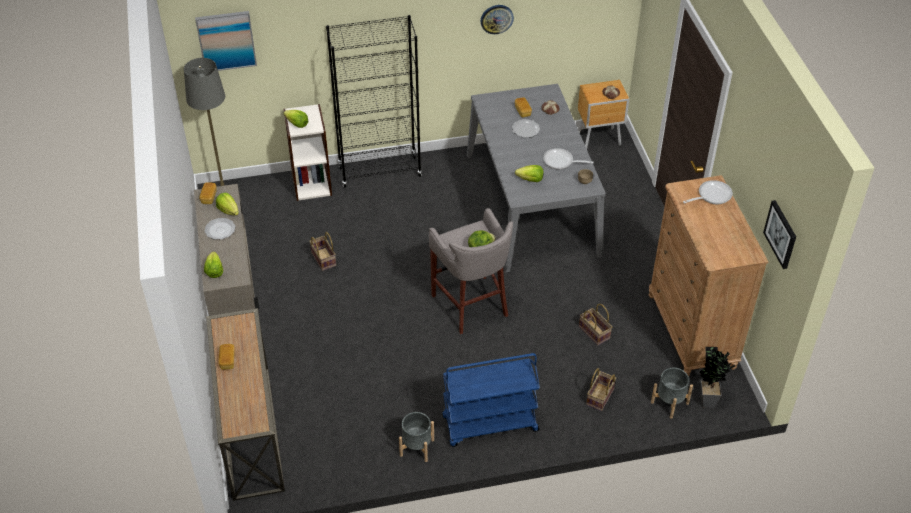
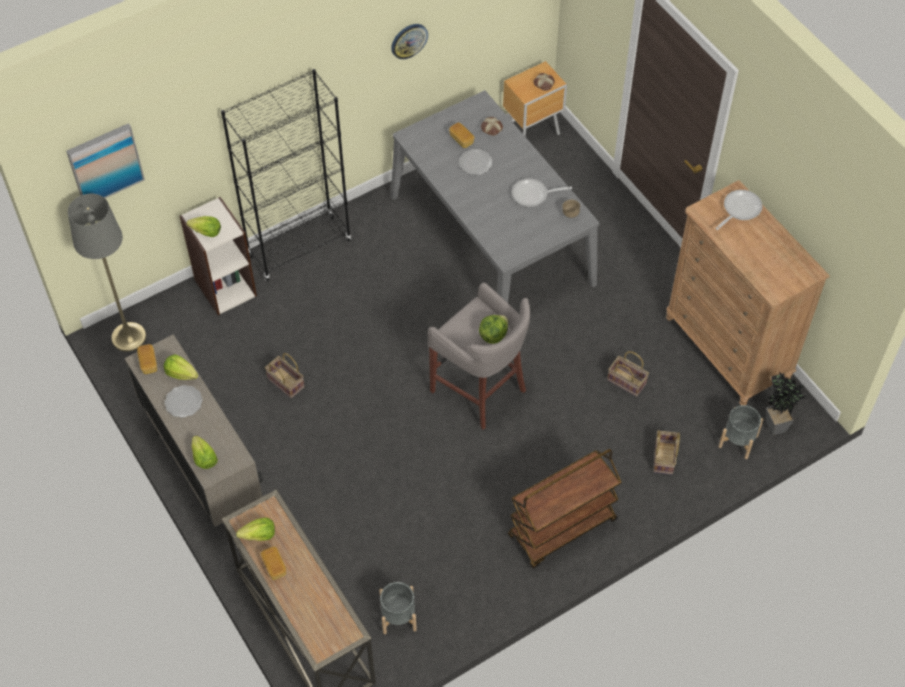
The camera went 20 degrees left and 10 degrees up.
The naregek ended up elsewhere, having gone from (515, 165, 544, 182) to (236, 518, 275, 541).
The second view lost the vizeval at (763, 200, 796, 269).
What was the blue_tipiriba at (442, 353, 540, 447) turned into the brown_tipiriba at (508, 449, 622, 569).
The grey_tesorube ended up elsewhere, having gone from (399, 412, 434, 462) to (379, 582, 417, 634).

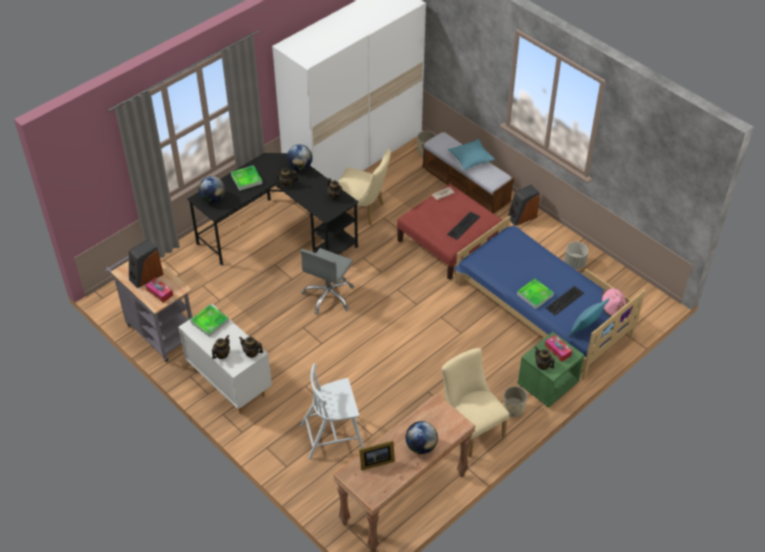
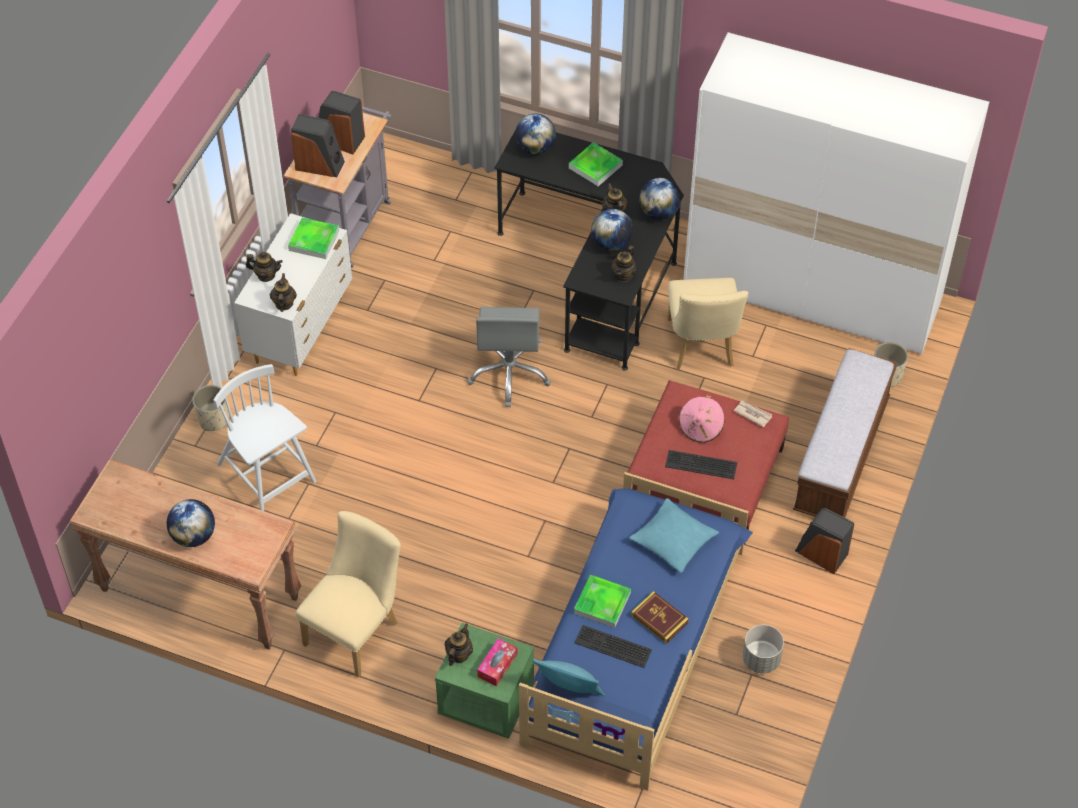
The camera went 65 degrees right and 5 degrees up.
The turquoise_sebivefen ended up elsewhere, having gone from (448, 139, 495, 170) to (629, 498, 719, 573).
The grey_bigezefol at (300, 248, 354, 315) ended up facing another way, 90 degrees counterclockwise from before.
Where the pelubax stood at (145, 277, 173, 303), the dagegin came to stand at (291, 114, 345, 177).
The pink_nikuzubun ended up elsewhere, having gone from (602, 288, 627, 317) to (679, 395, 725, 443).
The beige_tesorube ended up elsewhere, having gone from (503, 386, 527, 417) to (192, 385, 229, 431).
The second view lost the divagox at (359, 441, 395, 471).
The second view gained the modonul at (591, 209, 633, 251).
The second view gained the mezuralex at (631, 591, 689, 644).

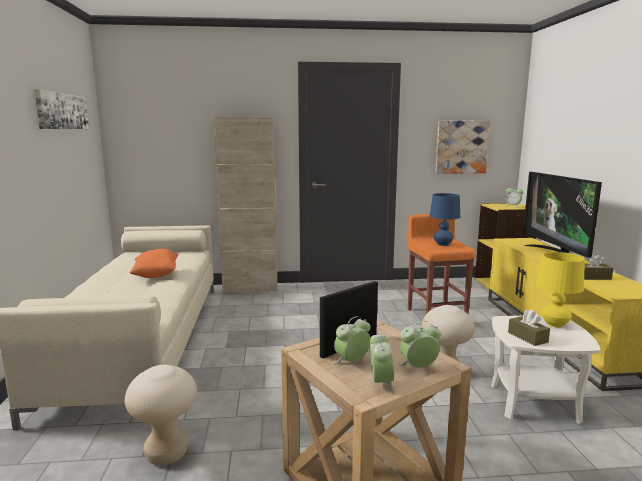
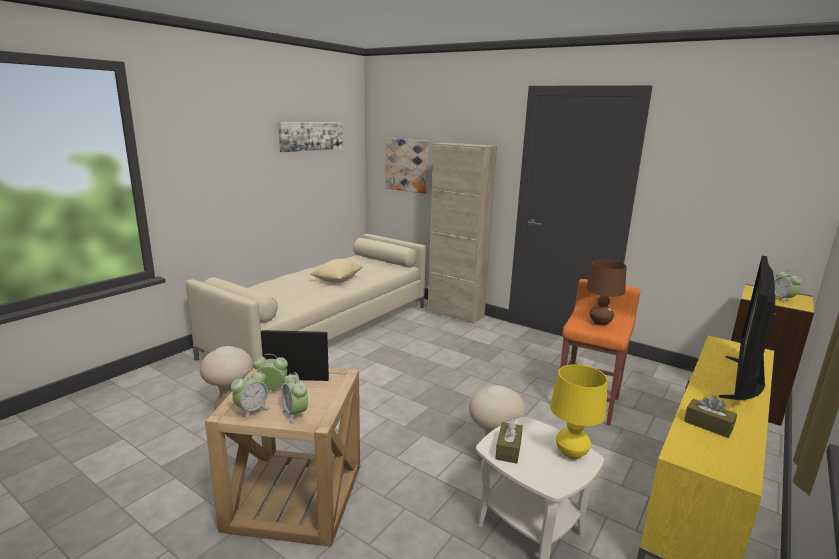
The camera went 40 degrees right and 5 degrees up.
The vizeval ended up elsewhere, having gone from (435, 121, 490, 174) to (385, 138, 429, 194).
What was the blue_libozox at (430, 193, 460, 246) turned into the brown_libozox at (586, 260, 627, 326).
What was the orange_sebivefen at (129, 249, 178, 278) turned into the beige_sebivefen at (311, 259, 362, 283).
The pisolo at (399, 321, 441, 368) ended up facing another way, 150 degrees counterclockwise from before.

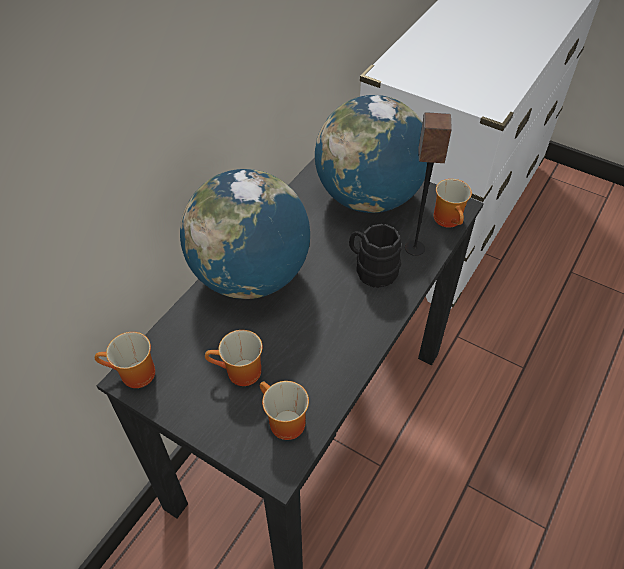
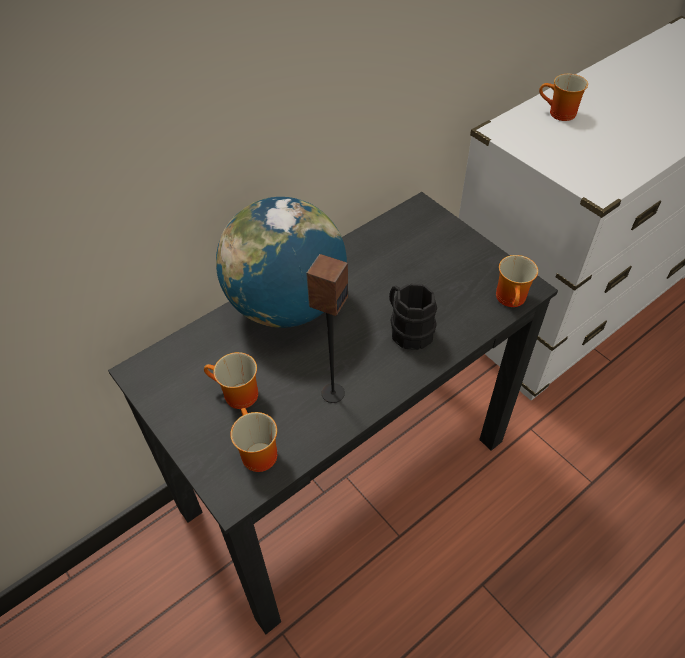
The camera went 20 degrees right and 0 degrees up.
The second view lost the modonul at (315, 95, 427, 213).
The dagegin ended up elsewhere, having gone from (405, 112, 452, 256) to (306, 254, 348, 403).
The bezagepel ended up elsewhere, having gone from (95, 332, 155, 388) to (539, 74, 588, 121).

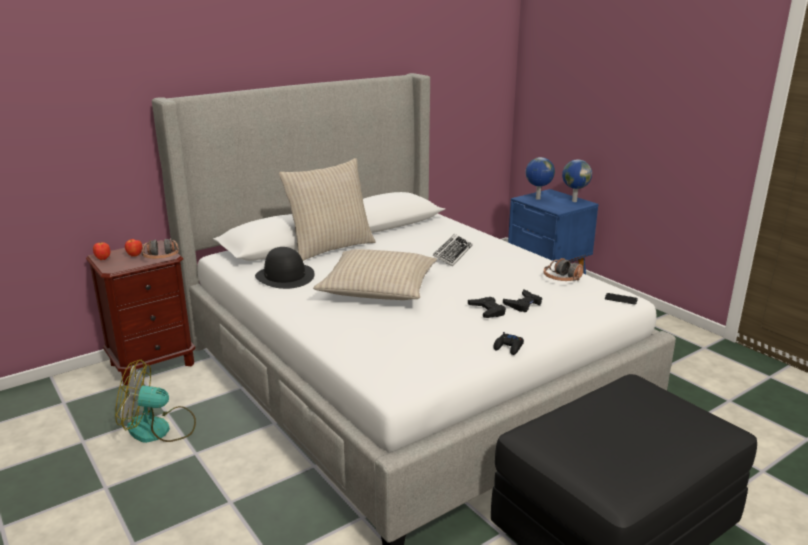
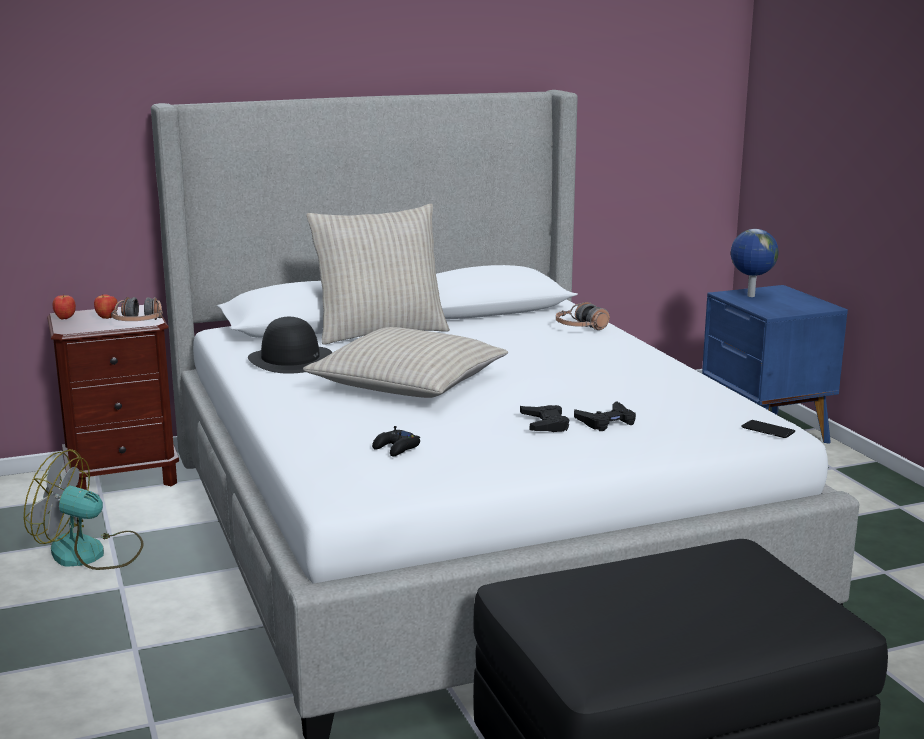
The camera went 15 degrees right and 5 degrees down.
The second view lost the modonul at (562, 159, 592, 202).
The second view lost the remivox at (433, 234, 473, 267).
The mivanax ended up elsewhere, having gone from (544, 258, 583, 281) to (556, 302, 610, 330).
The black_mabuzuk ended up elsewhere, having gone from (493, 332, 524, 355) to (372, 426, 420, 457).

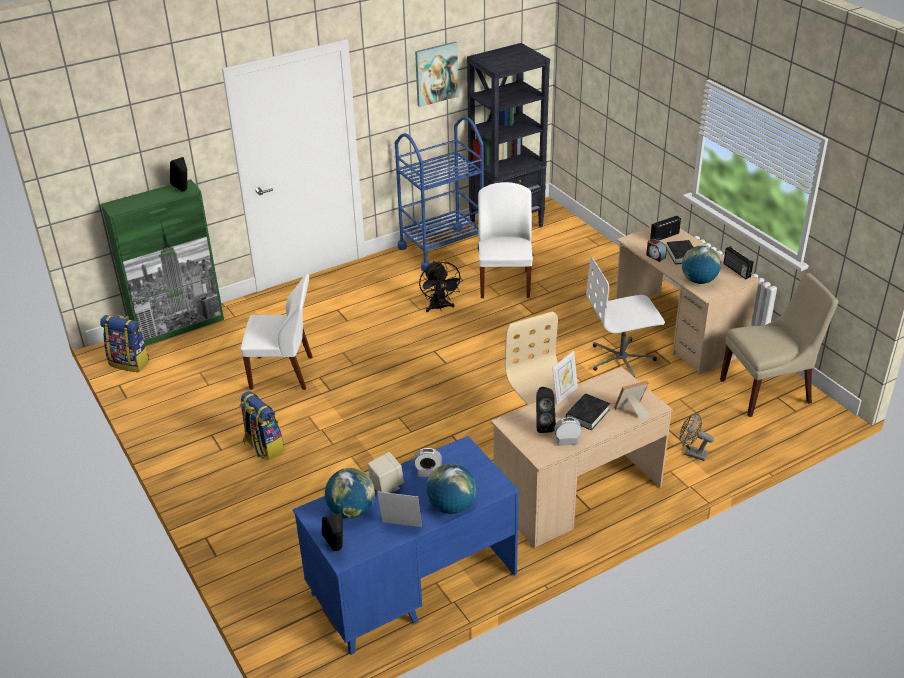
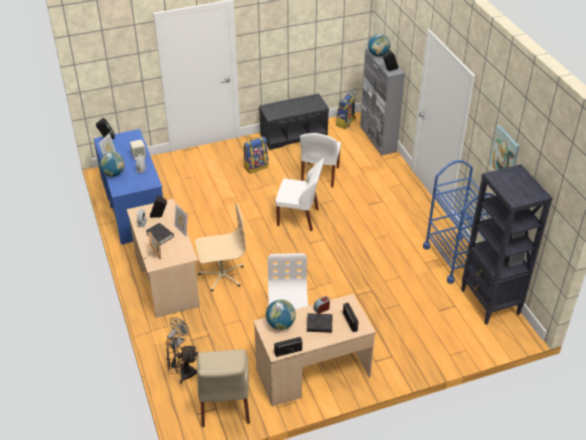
The camera went 100 degrees right and 5 degrees up.
What was the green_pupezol at (101, 179, 224, 346) turned into the grey_pupezol at (360, 48, 405, 155).
The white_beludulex ended up elsewhere, having gone from (478, 182, 533, 298) to (275, 159, 324, 231).
The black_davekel ended up elsewhere, having gone from (419, 261, 463, 312) to (166, 337, 198, 384).
The modonul ended up elsewhere, having gone from (325, 468, 375, 519) to (368, 34, 390, 57).
The second view gained the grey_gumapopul at (259, 94, 329, 150).

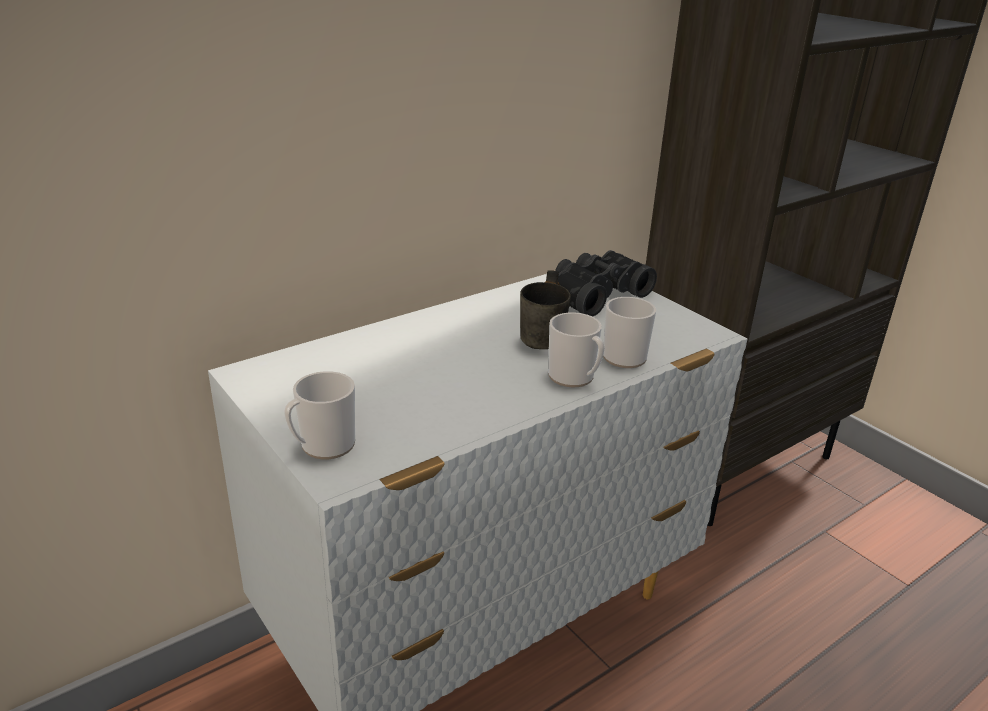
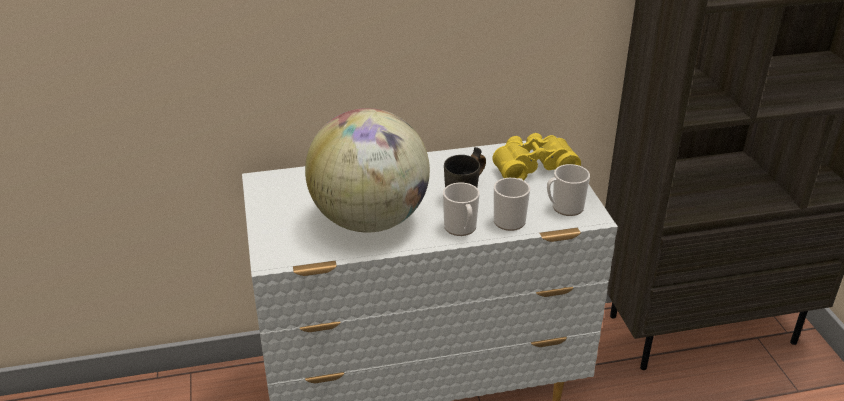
The camera went 25 degrees right and 5 degrees up.
What was the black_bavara at (556, 250, 657, 317) turned into the yellow_bavara at (492, 133, 581, 180).
The bezagepel ended up elsewhere, having gone from (284, 371, 355, 459) to (547, 164, 590, 216).
The second view gained the modonul at (305, 108, 430, 233).

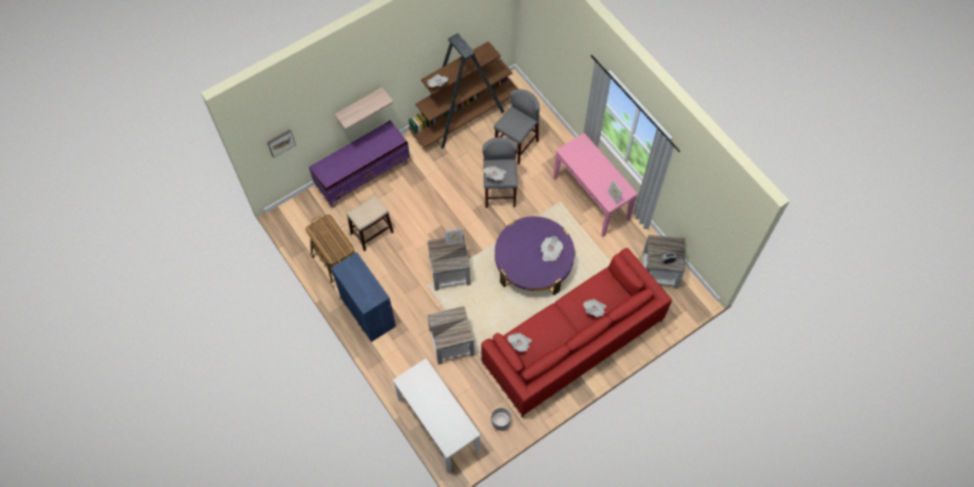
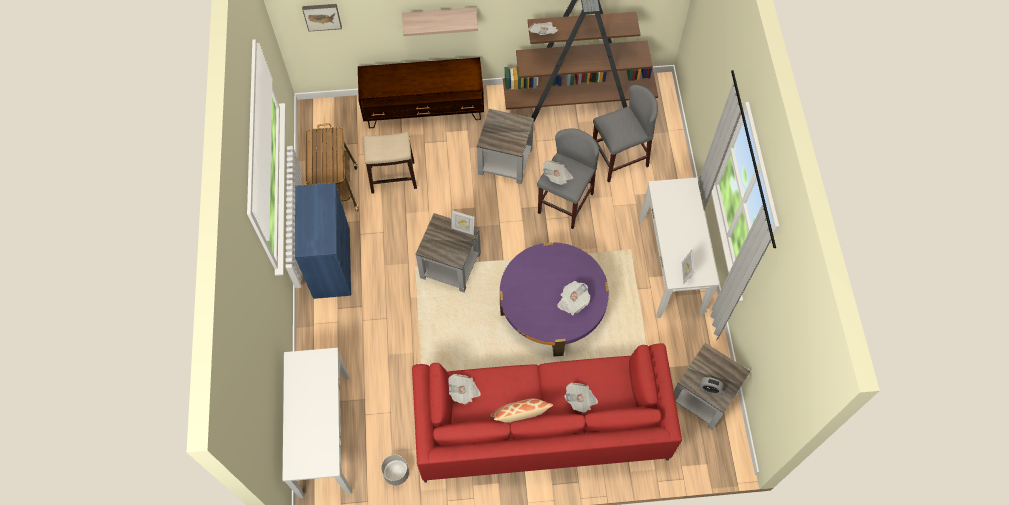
The camera went 30 degrees right and 0 degrees up.
What was the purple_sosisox at (309, 120, 410, 207) turned into the brown_sosisox at (358, 57, 484, 128).
What was the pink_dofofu at (553, 133, 638, 237) turned into the white_dofofu at (640, 177, 719, 318).
The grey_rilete ended up elsewhere, having gone from (427, 306, 474, 365) to (477, 109, 534, 184).
The second view gained the sebivefen at (490, 399, 553, 423).

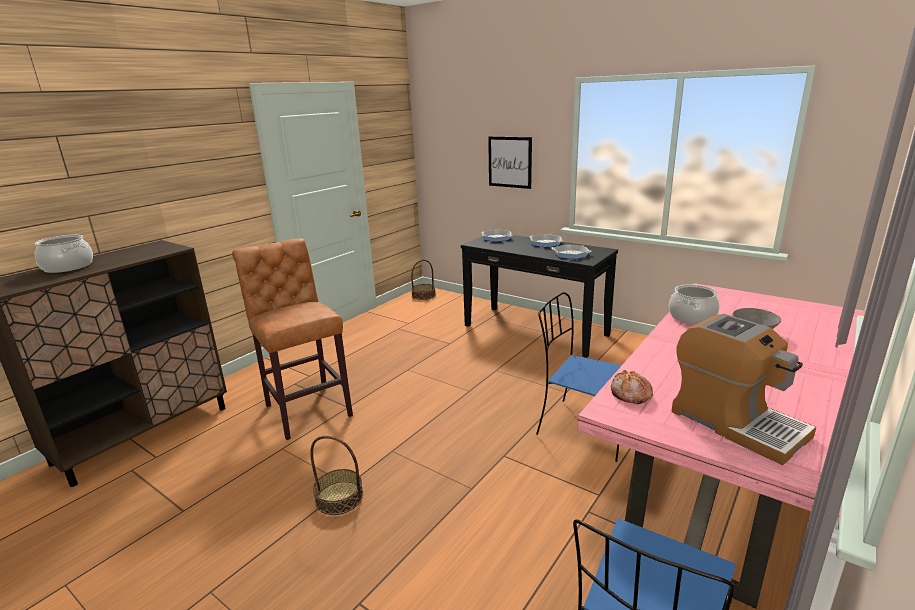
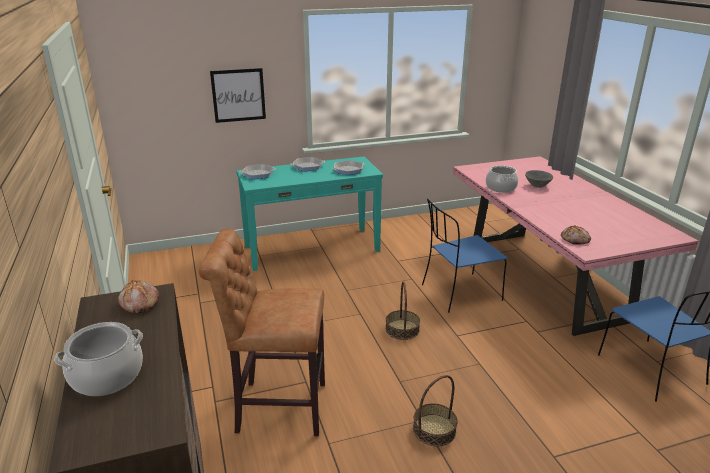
The camera went 55 degrees left and 5 degrees up.
What was the black_dofofu at (461, 235, 618, 358) turned into the turquoise_dofofu at (236, 156, 383, 271).
The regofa ended up elsewhere, having gone from (411, 260, 436, 300) to (385, 281, 420, 340).
The second view lost the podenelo at (672, 314, 816, 465).
The second view gained the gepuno at (118, 280, 159, 313).

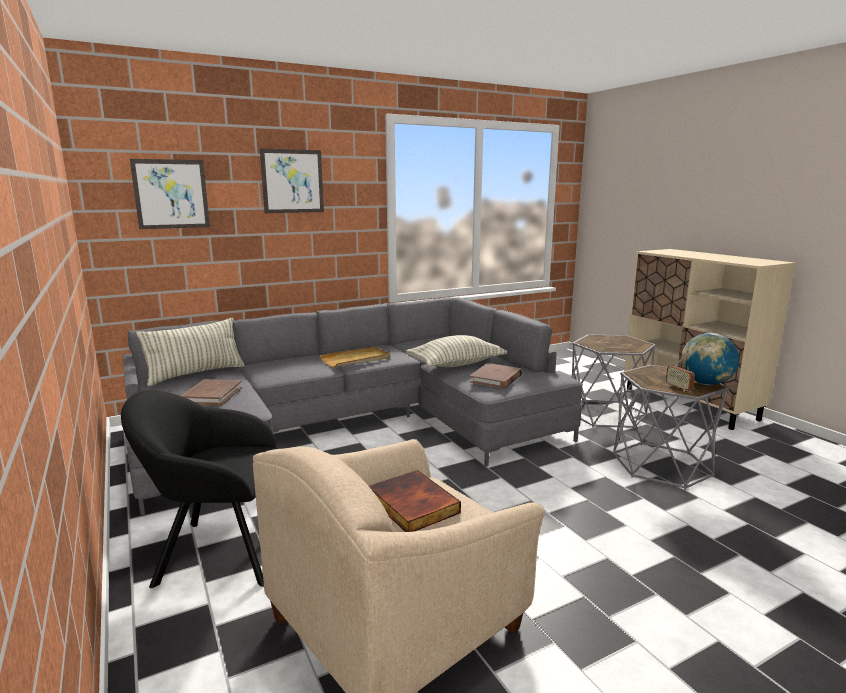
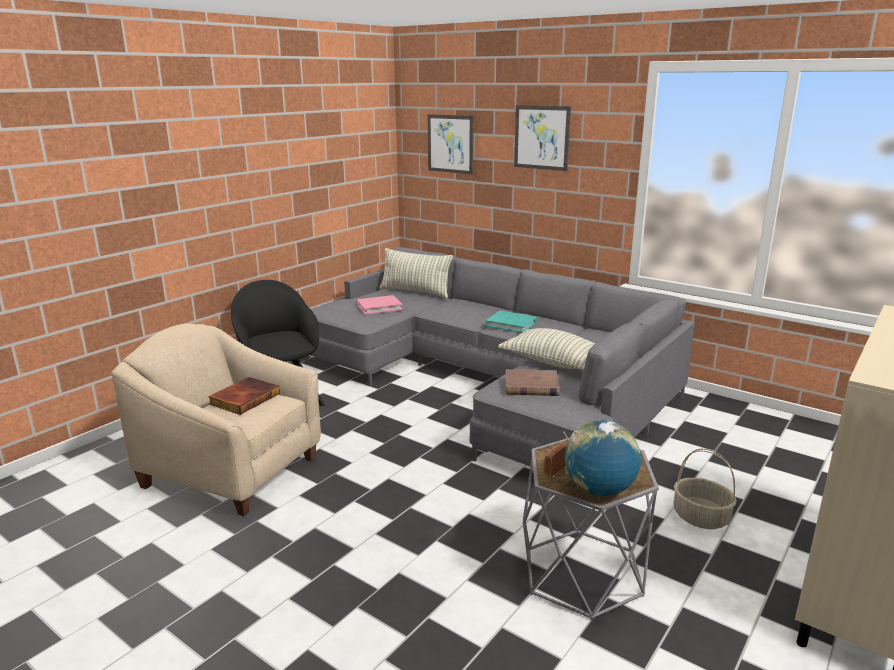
The camera went 65 degrees right and 5 degrees up.
Where the grey_rilete stood at (571, 334, 656, 429), the regofa came to stand at (674, 448, 737, 529).
Where the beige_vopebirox stood at (320, 347, 390, 367), the turquoise_mezuralex came to stand at (486, 311, 537, 333).
What was the brown_mezuralex at (181, 379, 242, 406) turned into the pink_mezuralex at (357, 295, 402, 315).

